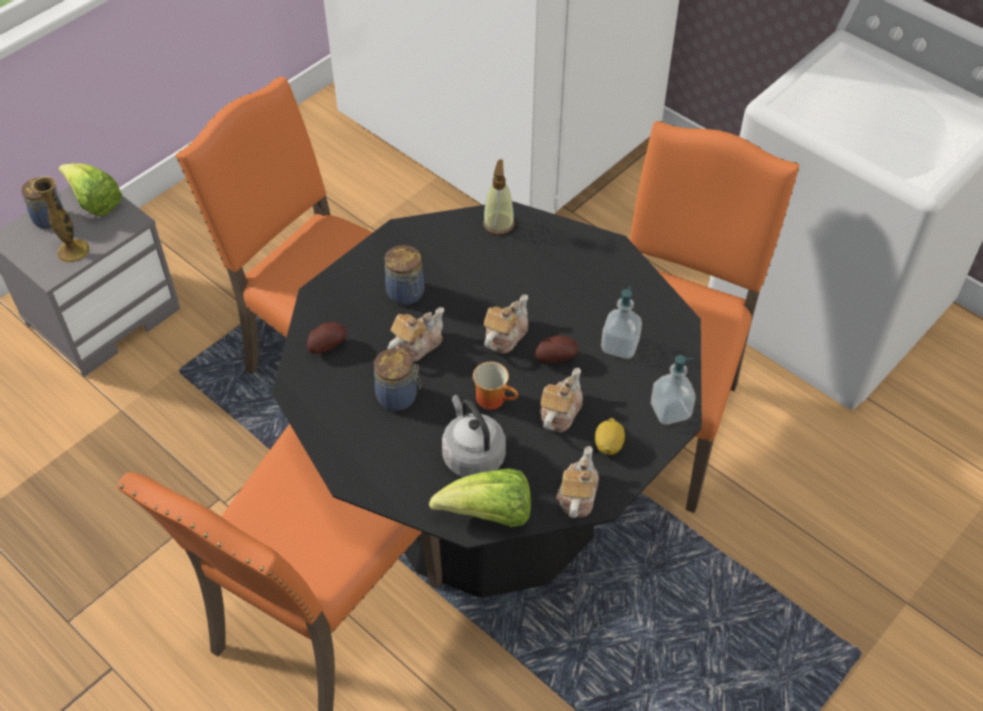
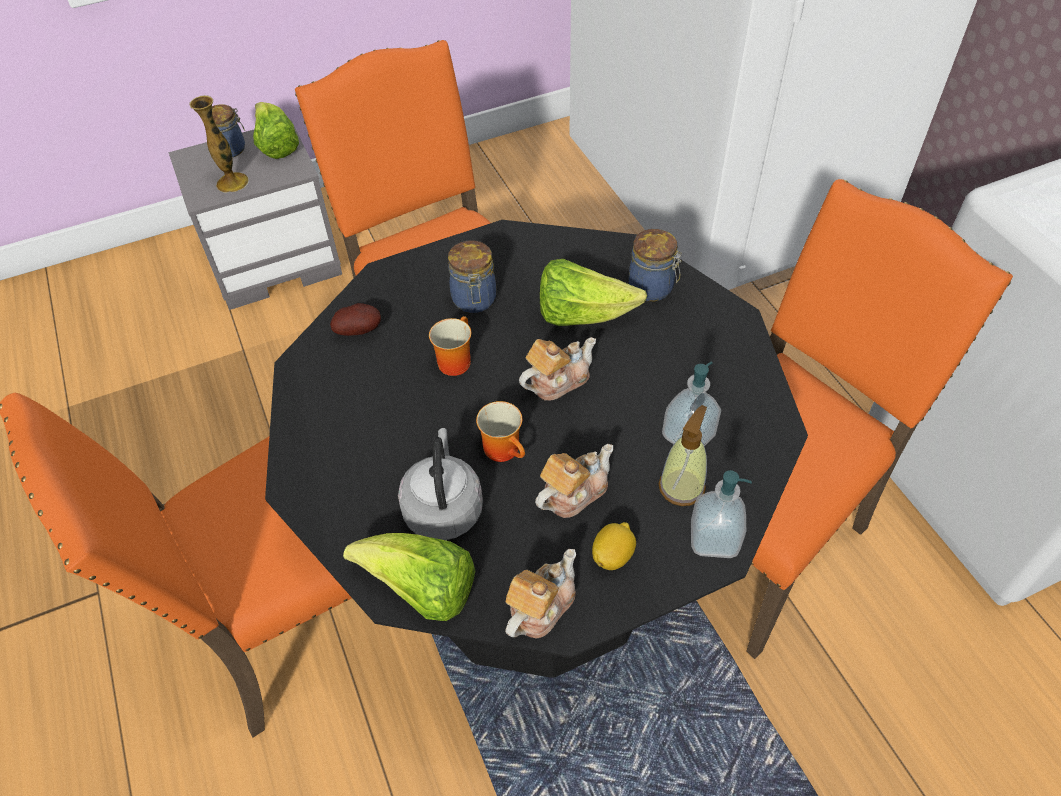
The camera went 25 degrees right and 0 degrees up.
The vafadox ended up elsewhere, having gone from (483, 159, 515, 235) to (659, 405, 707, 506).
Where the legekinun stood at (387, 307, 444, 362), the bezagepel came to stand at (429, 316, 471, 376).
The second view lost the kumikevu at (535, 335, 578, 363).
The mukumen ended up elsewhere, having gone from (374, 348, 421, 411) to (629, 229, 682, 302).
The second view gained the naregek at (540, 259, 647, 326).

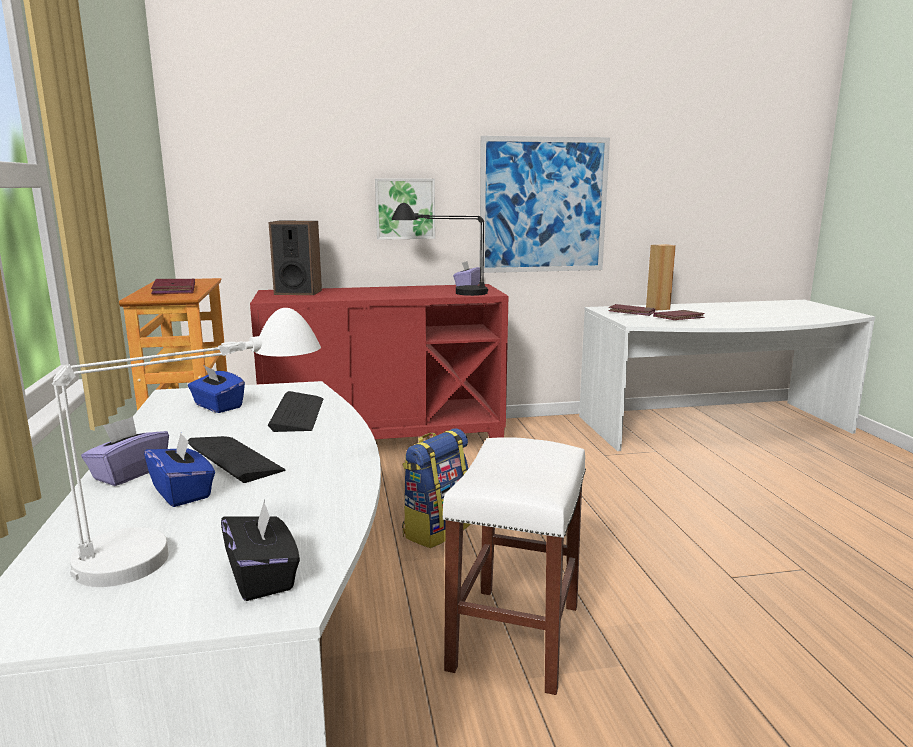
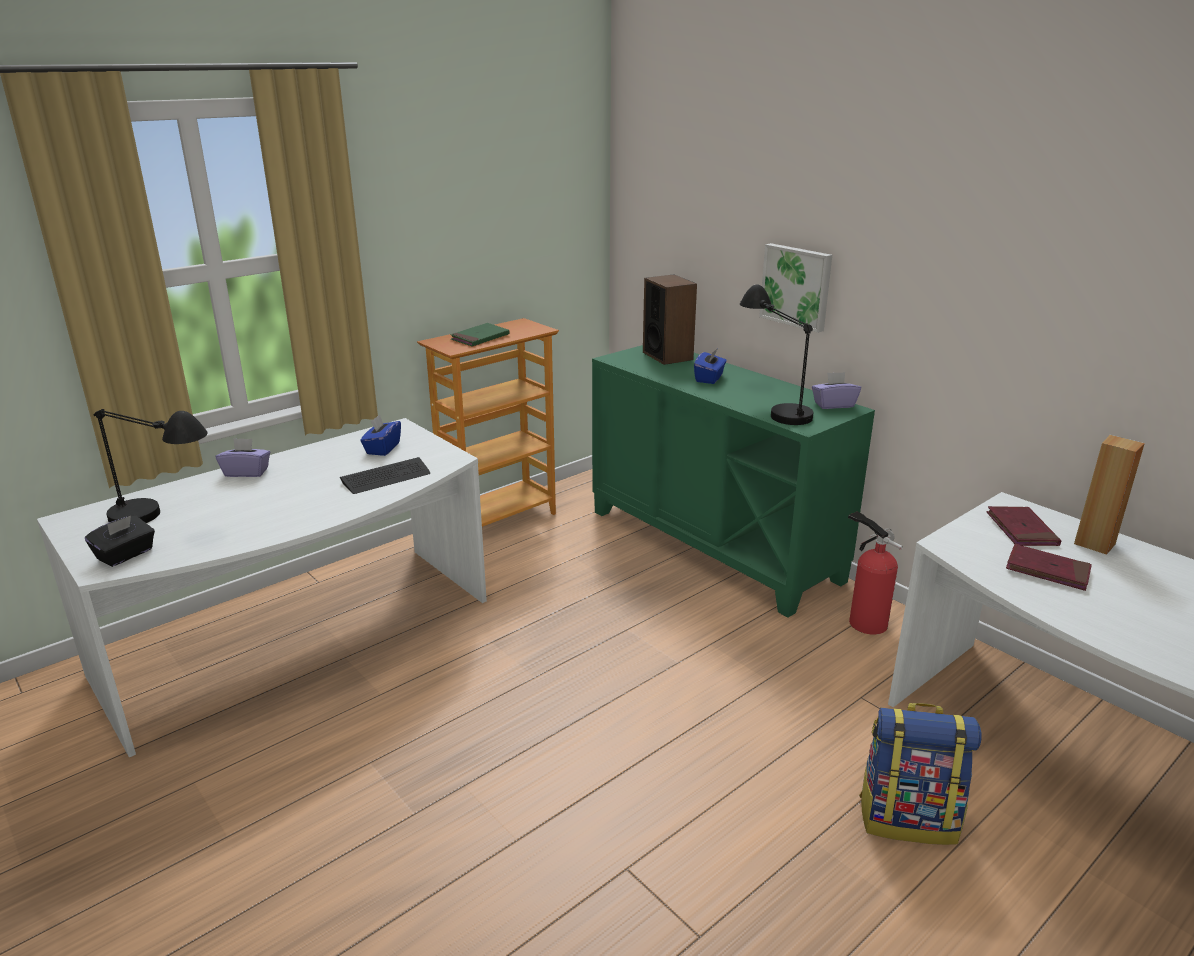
The camera went 60 degrees right and 10 degrees up.
The second view lost the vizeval at (479, 136, 610, 273).
What was the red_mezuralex at (151, 279, 195, 294) turned into the green_mezuralex at (451, 323, 510, 346).
What was the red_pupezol at (250, 284, 508, 439) turned into the green_pupezol at (592, 345, 875, 618).
What was the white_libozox at (52, 308, 321, 587) turned into the black_libozox at (94, 409, 208, 523).
The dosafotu ended up elsewhere, having gone from (402, 428, 471, 548) to (859, 703, 982, 845).
The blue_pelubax ended up elsewhere, having gone from (144, 433, 215, 507) to (694, 348, 726, 384).
The second view lost the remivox at (188, 436, 286, 483).
The second view lost the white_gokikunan at (442, 437, 586, 695).
The second view gained the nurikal at (848, 511, 903, 635).

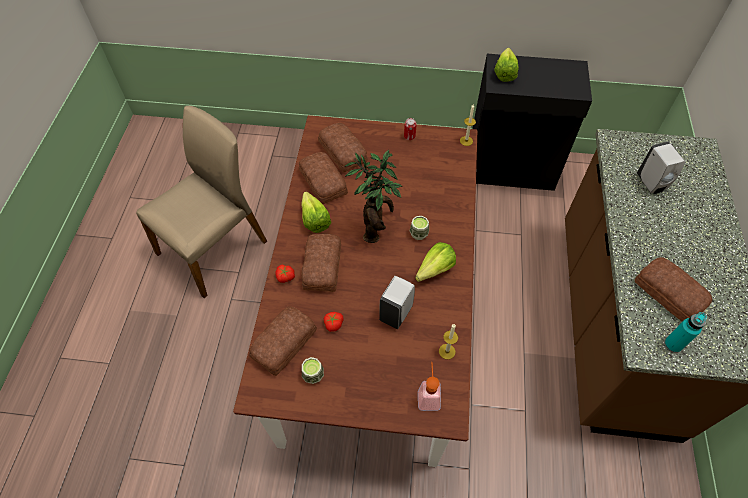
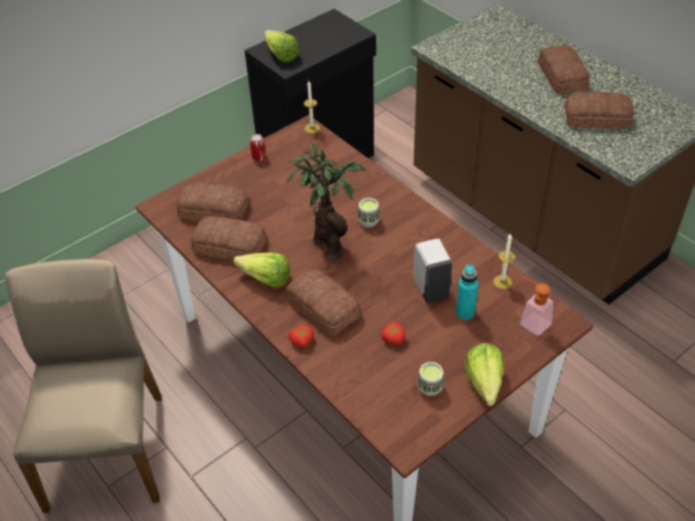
The camera went 45 degrees left and 10 degrees down.
The second view lost the white_vafadox at (637, 141, 685, 194).
The naregek ended up elsewhere, having gone from (415, 242, 456, 282) to (464, 343, 504, 406).
The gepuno ended up elsewhere, having gone from (249, 307, 317, 376) to (538, 45, 589, 94).
The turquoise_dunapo ended up elsewhere, having gone from (664, 312, 707, 353) to (456, 264, 478, 320).

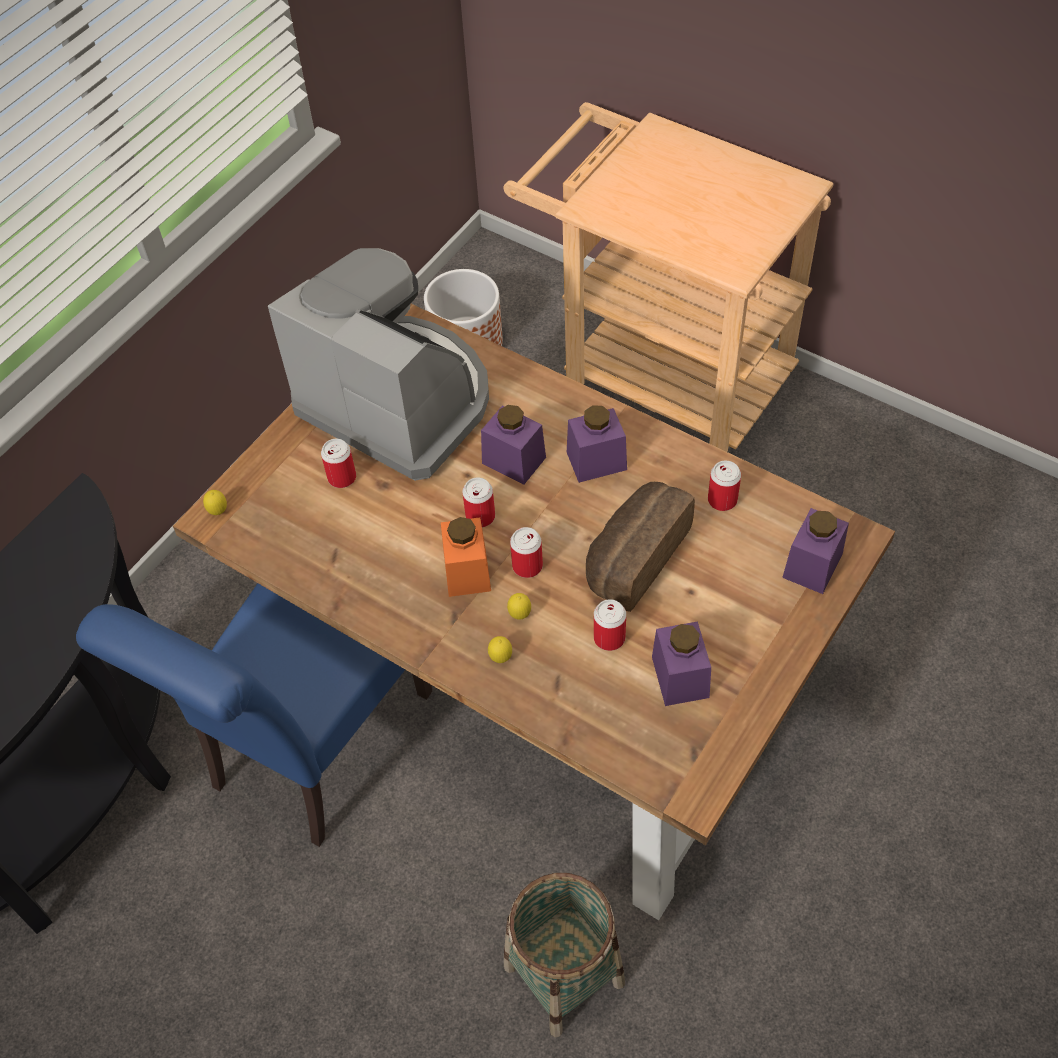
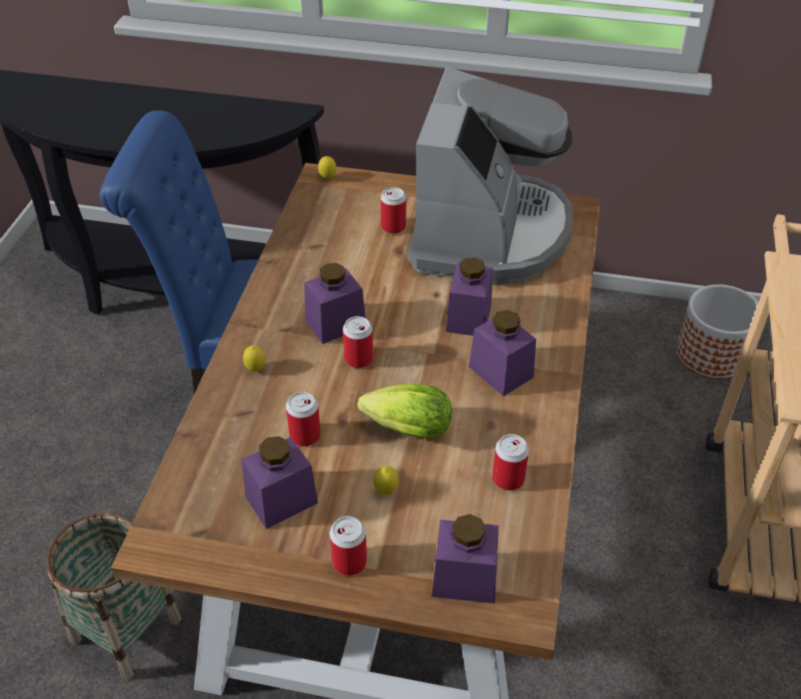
The camera went 65 degrees right and 10 degrees down.
The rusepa ended up elsewhere, having gone from (462, 477, 495, 527) to (330, 516, 367, 576).
Where the gepuno stood at (586, 482, 695, 612), the naregek came to stand at (357, 384, 452, 439).
What was the orange_mukumen at (441, 517, 491, 597) turned into the purple_mukumen at (304, 263, 365, 344).
The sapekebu ended up elsewhere, having gone from (507, 593, 531, 620) to (374, 466, 399, 495).

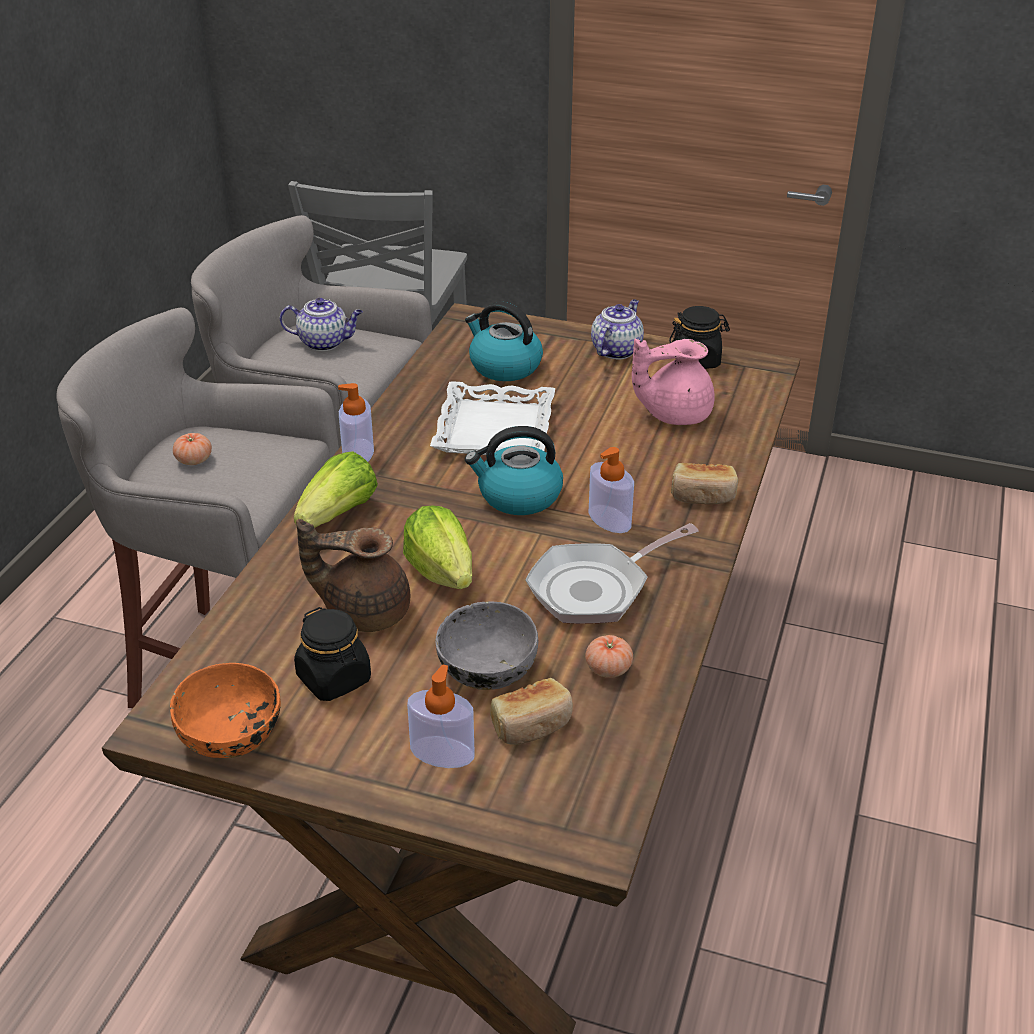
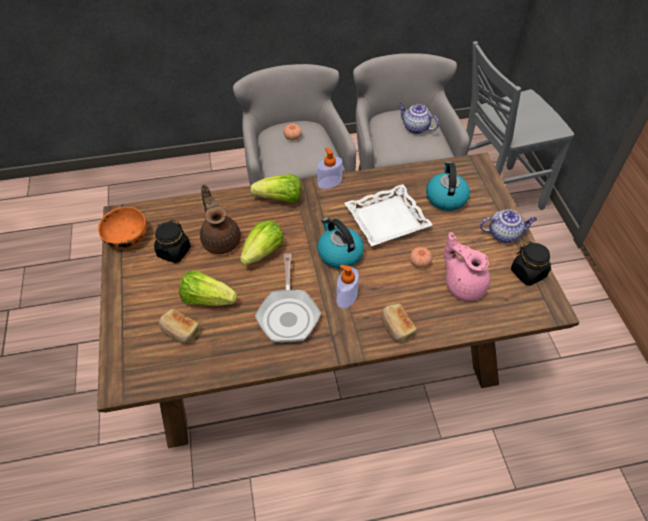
The camera went 60 degrees right and 15 degrees up.
The legekinun at (280, 298, 363, 351) ended up facing another way, 150 degrees clockwise from before.
The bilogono at (525, 523, 699, 624) ended up facing another way, 120 degrees counterclockwise from before.
Where the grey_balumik stood at (436, 601, 539, 690), the naregek came to stand at (179, 270, 237, 306).
The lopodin ended up elsewhere, having gone from (585, 635, 633, 678) to (410, 247, 432, 268).
The second view lost the vafadox at (407, 665, 475, 768).

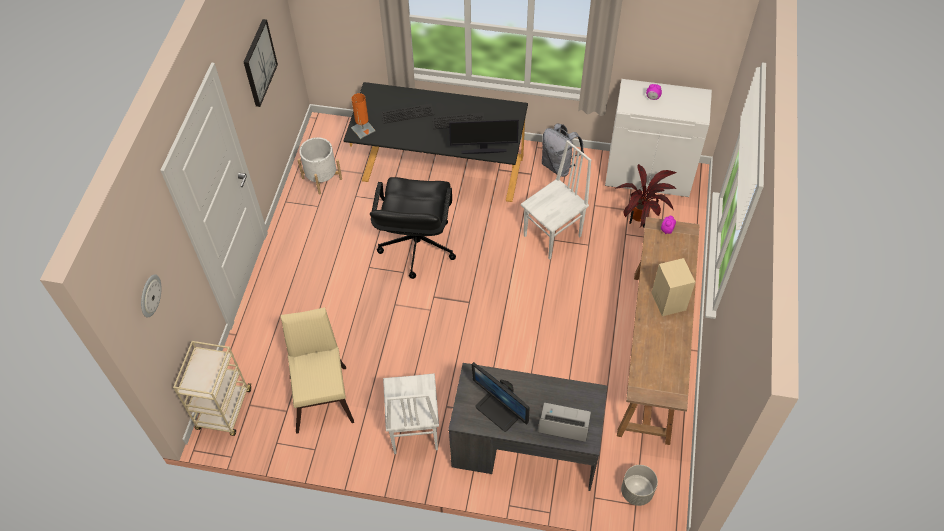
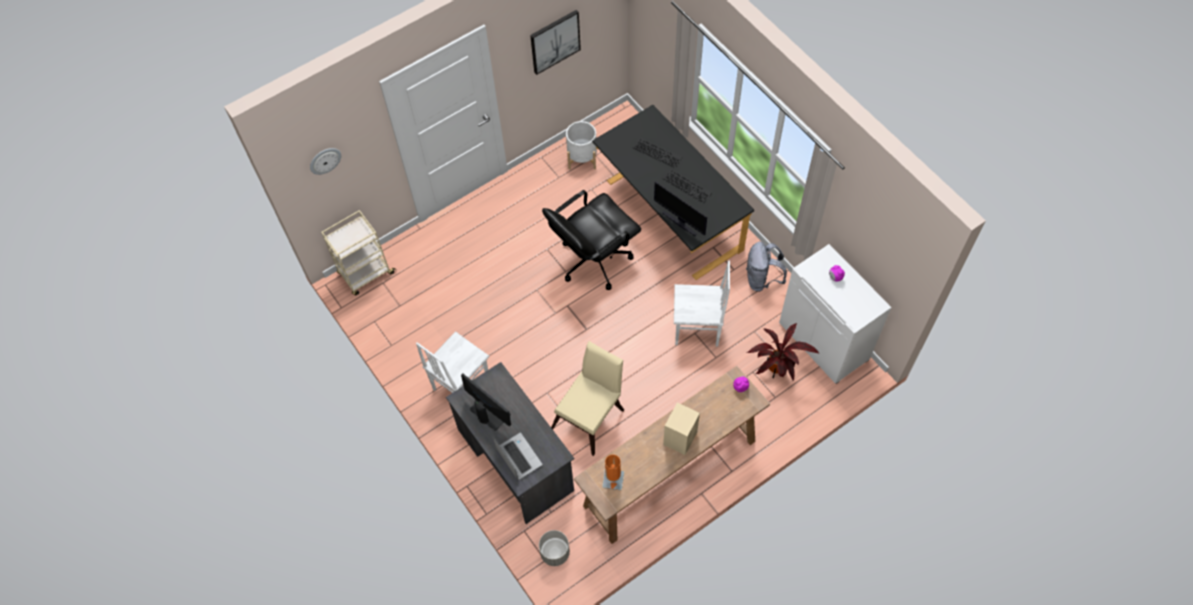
The camera went 45 degrees right and 5 degrees up.
The orange_libozox ended up elsewhere, having gone from (351, 93, 375, 139) to (602, 455, 624, 490).
The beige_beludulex ended up elsewhere, having gone from (281, 307, 354, 434) to (551, 341, 624, 456).
The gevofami at (472, 362, 530, 432) ended up facing another way, 135 degrees clockwise from before.

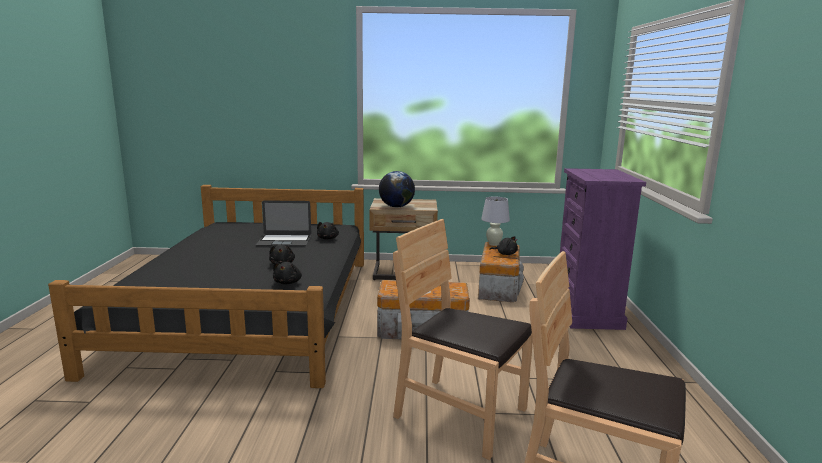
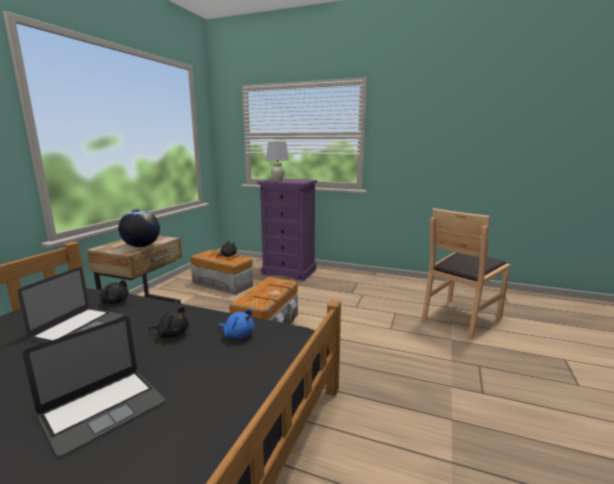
The camera went 70 degrees left and 0 degrees up.
The white_libozox ended up elsewhere, having gone from (481, 197, 510, 246) to (266, 142, 289, 182).
The second view lost the brown_beludulex at (393, 219, 533, 460).
What was the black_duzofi at (273, 262, 302, 284) turned into the blue_duzofi at (218, 309, 254, 339).
The second view gained the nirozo at (23, 316, 165, 456).

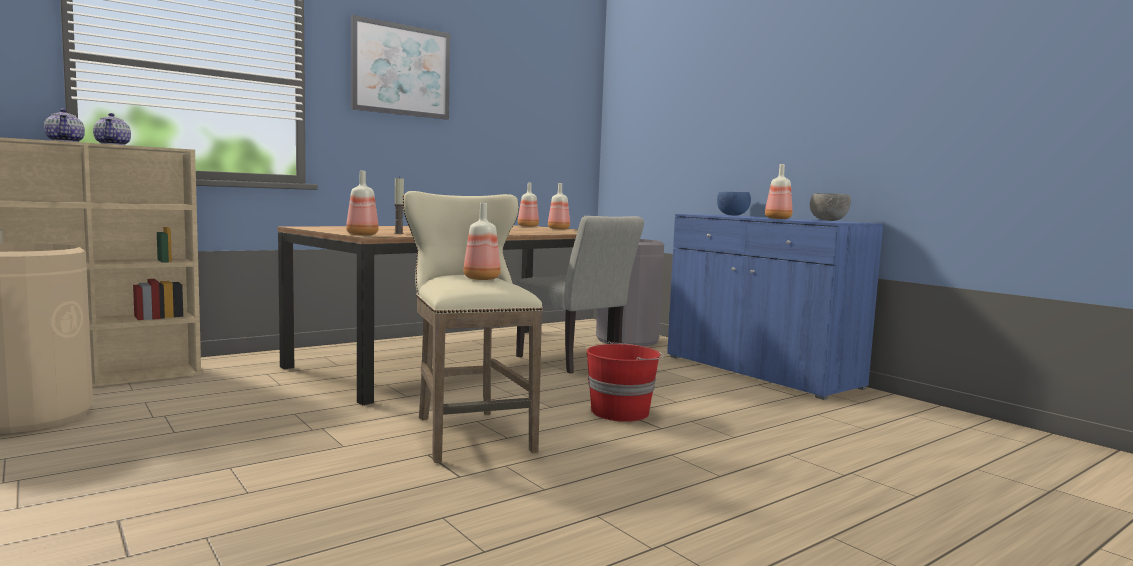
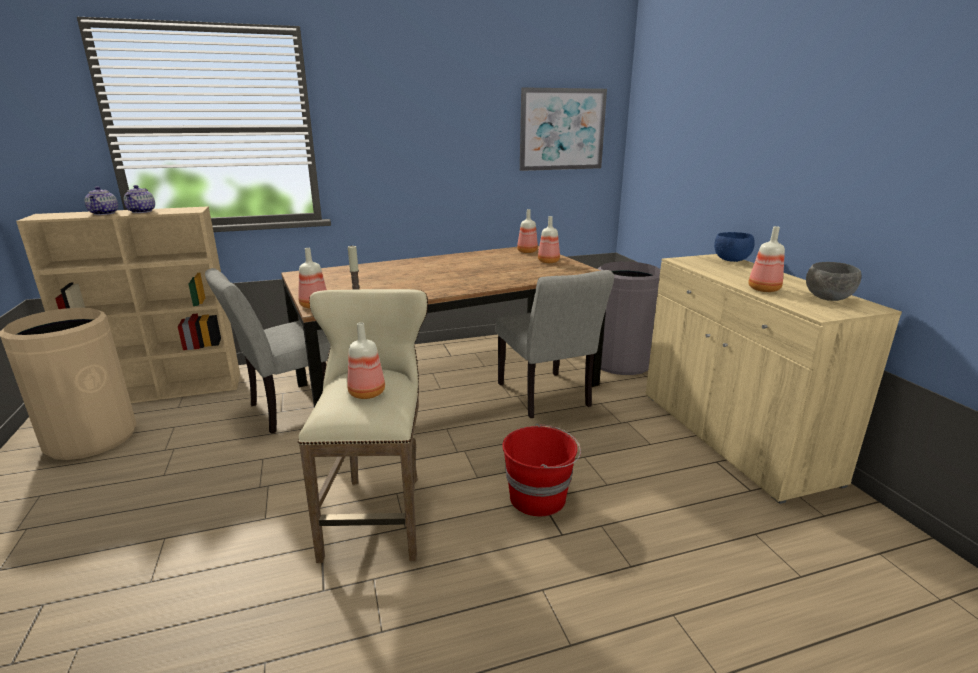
The camera went 20 degrees right and 15 degrees up.
The vizeval ended up elsewhere, having gone from (351, 15, 450, 120) to (520, 87, 607, 171).
What was the blue_pupezol at (667, 214, 883, 400) turned into the beige_pupezol at (646, 254, 902, 504).
The second view gained the grey_beludulex at (205, 268, 330, 434).

